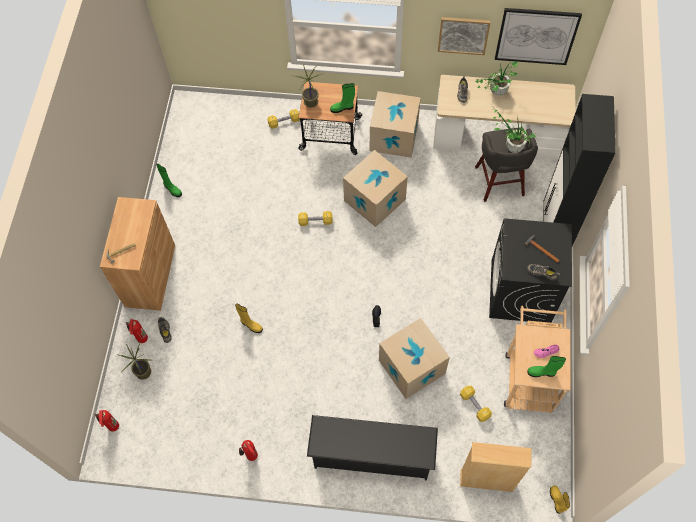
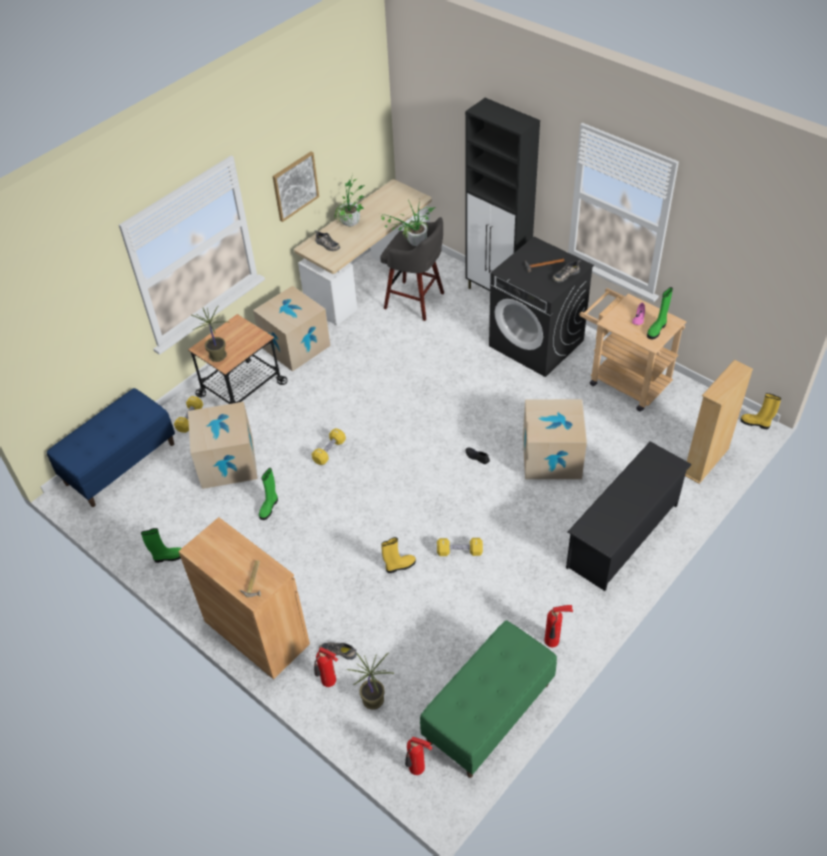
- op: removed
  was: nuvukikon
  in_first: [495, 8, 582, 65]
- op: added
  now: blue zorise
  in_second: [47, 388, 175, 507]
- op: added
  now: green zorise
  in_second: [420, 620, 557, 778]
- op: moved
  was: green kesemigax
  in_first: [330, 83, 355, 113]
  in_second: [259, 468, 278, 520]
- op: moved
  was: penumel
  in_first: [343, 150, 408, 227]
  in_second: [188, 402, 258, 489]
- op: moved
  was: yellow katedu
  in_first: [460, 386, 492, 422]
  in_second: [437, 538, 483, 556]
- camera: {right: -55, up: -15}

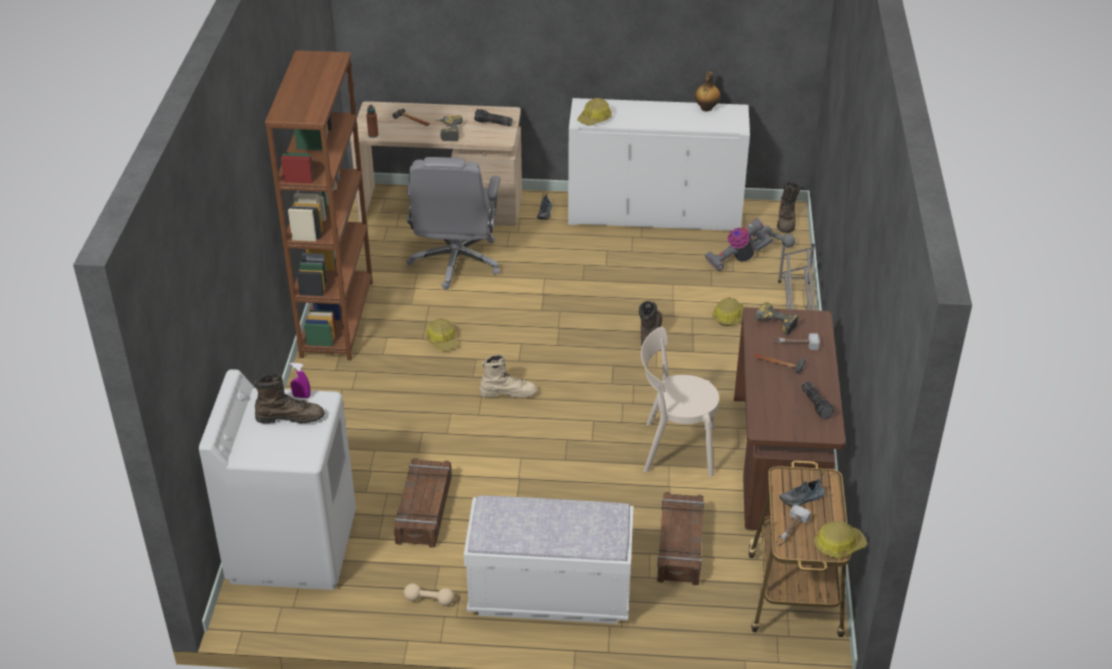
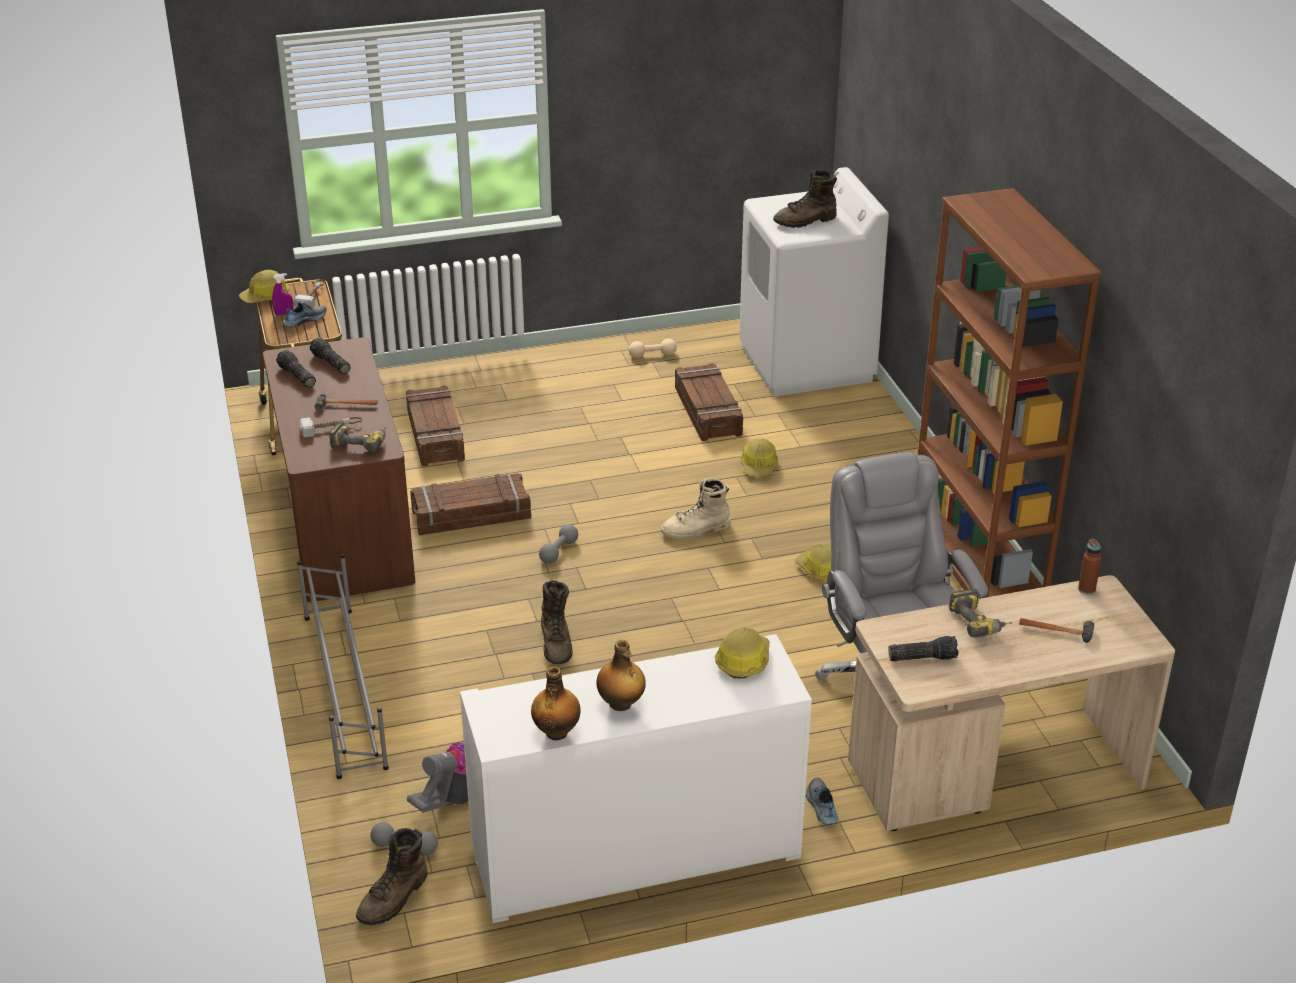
- op: removed
  was: white zorise
  in_first: [464, 496, 634, 624]
- op: added
  now: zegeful
  in_second: [310, 338, 351, 374]
- op: added
  now: grey katedu
  in_second: [539, 525, 578, 564]
- op: added
  now: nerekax
  in_second: [596, 640, 646, 711]
- op: moved
  was: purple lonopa
  in_first: [290, 363, 311, 398]
  in_second: [272, 273, 293, 315]
- op: moved
  was: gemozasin
  in_first: [712, 297, 744, 326]
  in_second: [741, 438, 778, 477]
- op: replaced
  was: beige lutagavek
  now: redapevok
  in_first: [641, 327, 719, 476]
  in_second: [410, 473, 531, 535]
- op: turned
  was: brown kesemigax
  in_first: [777, 182, 800, 233]
  in_second: [356, 828, 427, 925]
  clockwise: -135
- camera: {right: 160, up: -5}

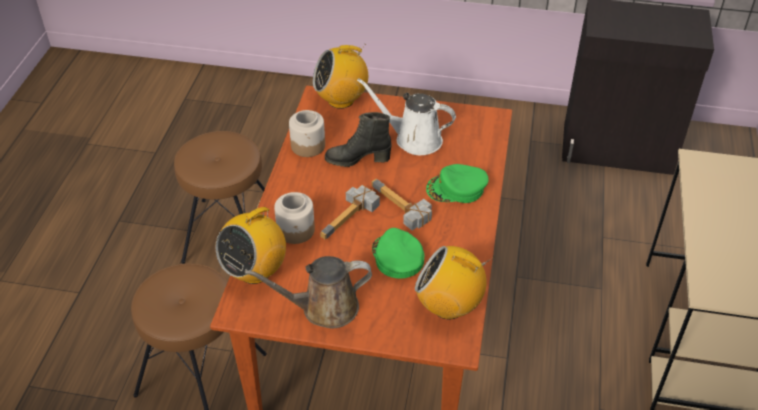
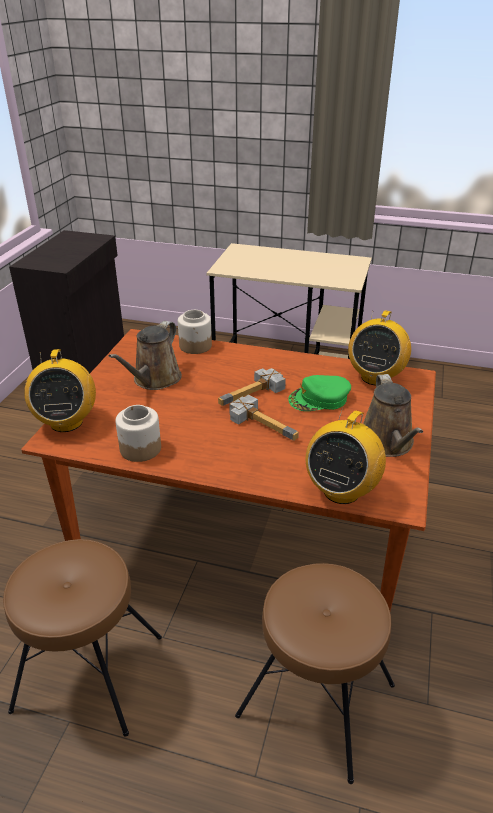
- op: removed
  was: black kesemigax
  in_first: [325, 112, 392, 167]
- op: removed
  was: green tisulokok
  in_first: [426, 164, 489, 203]
- op: moved
  was: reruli
  in_first: [274, 192, 315, 244]
  in_second: [178, 310, 212, 354]
- op: recoloured
  was: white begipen
  now: brown begipen
  in_first: [357, 78, 456, 155]
  in_second: [109, 321, 182, 390]
- op: turned
  was: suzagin
  in_first: [216, 199, 286, 284]
  in_second: [306, 406, 386, 504]
  clockwise: 75
- camera: {right: -85, up: -10}

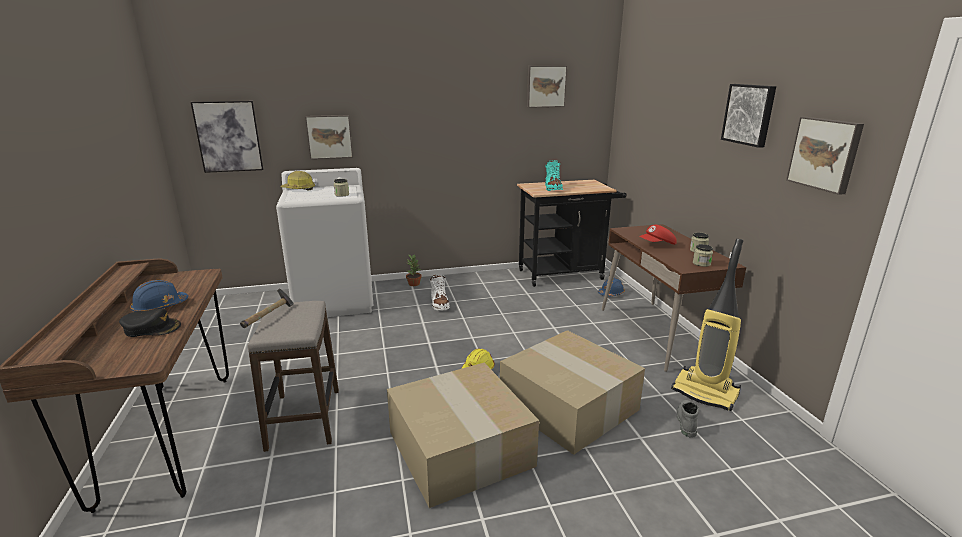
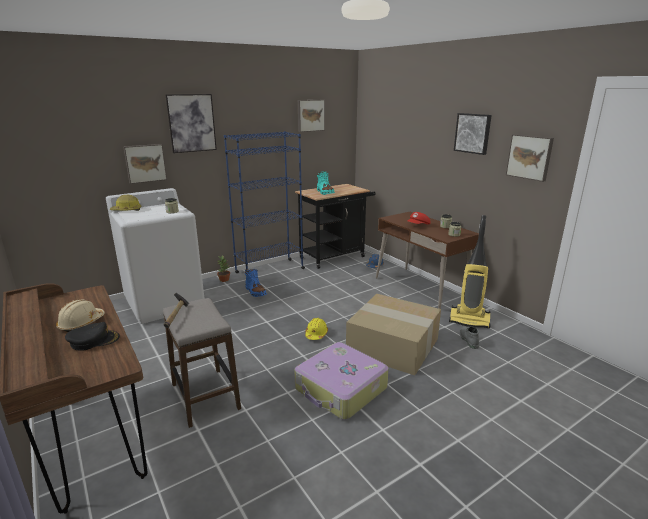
- op: added
  now: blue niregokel
  in_second: [224, 131, 305, 273]
- op: moved
  was: nuvukikon
  in_first: [191, 101, 264, 173]
  in_second: [165, 94, 217, 153]
- op: replaced
  was: penumel
  now: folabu
  in_first: [387, 362, 539, 508]
  in_second: [294, 342, 389, 420]
- op: recoloured
  was: blue gemozasin
  now: beige gemozasin
  in_first: [130, 280, 189, 312]
  in_second: [56, 300, 105, 332]
- op: recoloured
  was: white kesemigax
  now: blue kesemigax
  in_first: [430, 274, 450, 310]
  in_second: [245, 269, 267, 297]
- camera: {right: -20, up: 0}

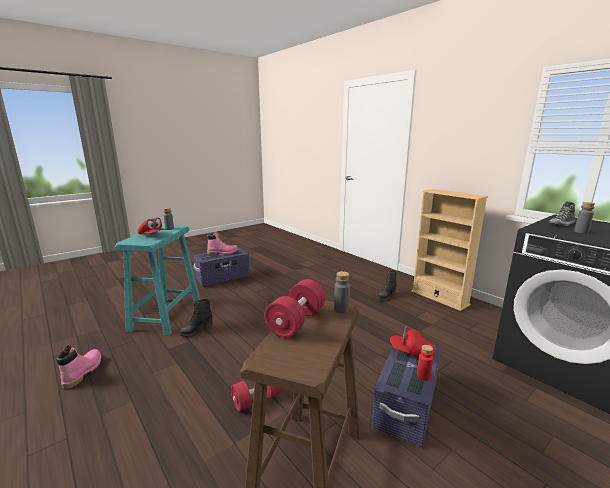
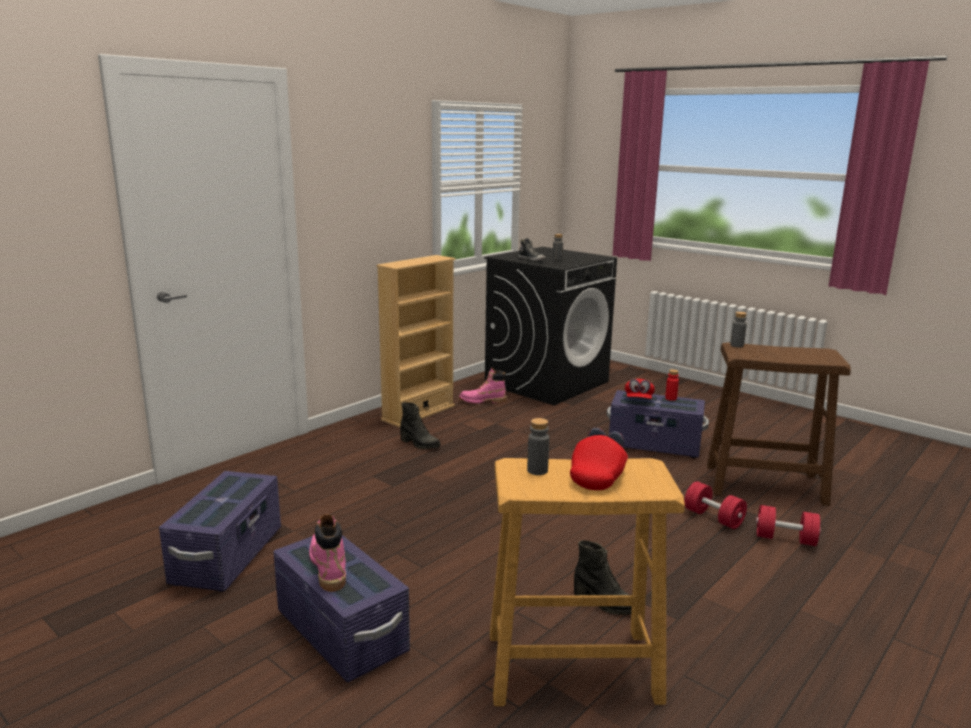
- op: added
  now: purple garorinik
  in_second: [159, 471, 281, 592]
- op: moved
  was: pink kesemigax
  in_first: [56, 345, 102, 389]
  in_second: [459, 368, 507, 404]
- op: moved
  was: red katedu
  in_first: [264, 279, 325, 338]
  in_second: [756, 505, 821, 546]
- op: recoloured
  was: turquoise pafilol
  now: beige pafilol
  in_first: [115, 225, 200, 336]
  in_second: [490, 458, 685, 706]
- camera: {right: -100, up: 0}

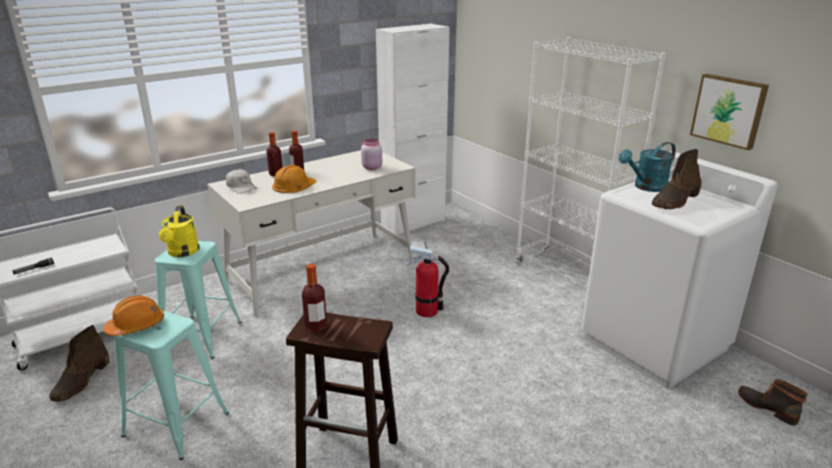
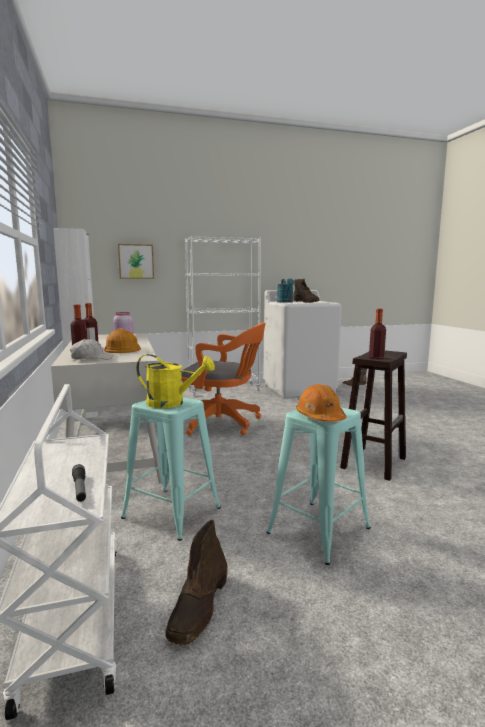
- op: moved
  was: nuvukikon
  in_first: [690, 74, 769, 150]
  in_second: [118, 244, 154, 279]
- op: replaced
  was: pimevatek
  now: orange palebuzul
  in_first: [407, 240, 449, 317]
  in_second: [181, 322, 266, 435]
- op: turned
  was: brown kesemigax
  in_first: [49, 325, 109, 402]
  in_second: [165, 519, 228, 645]
  clockwise: 75
- camera: {right: -70, up: -15}

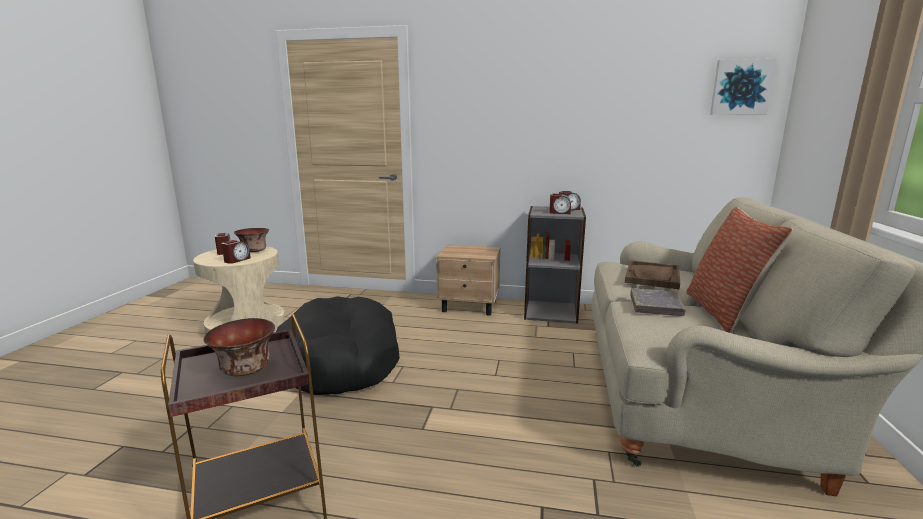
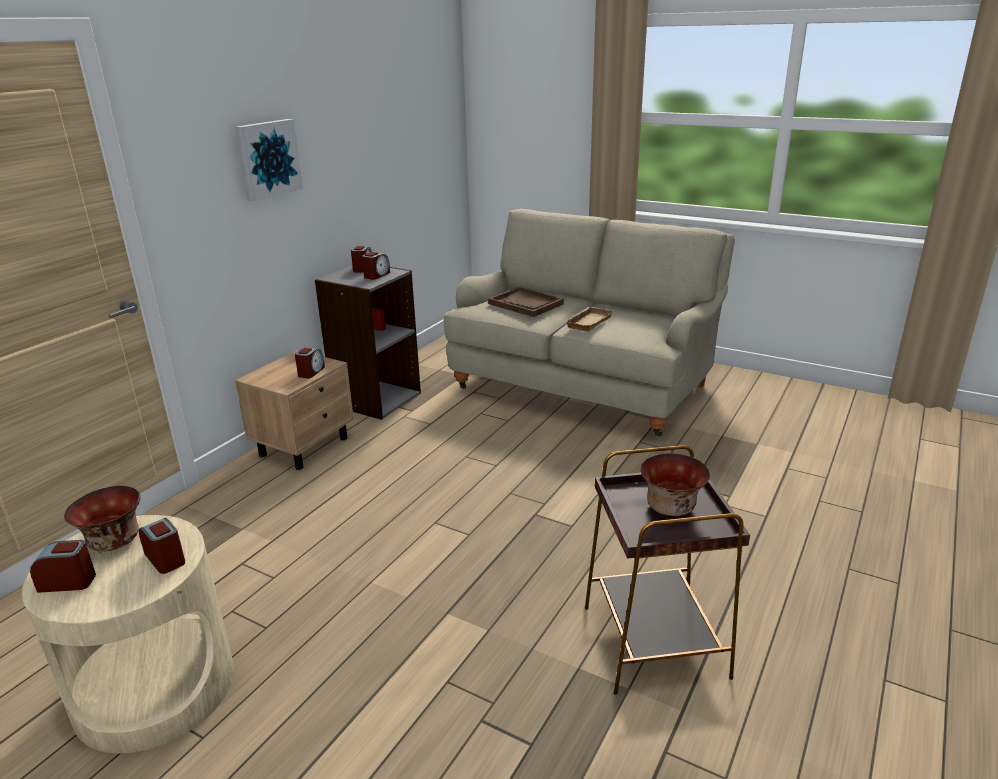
- op: removed
  was: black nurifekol
  in_first: [276, 296, 400, 395]
- op: removed
  was: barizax
  in_first: [686, 207, 793, 333]
- op: added
  now: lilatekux
  in_second: [295, 347, 325, 378]
- op: moved
  was: nuvukikon
  in_first: [710, 59, 777, 114]
  in_second: [235, 119, 303, 201]
- op: replaced
  was: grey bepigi
  now: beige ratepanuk
  in_first: [630, 288, 686, 316]
  in_second: [565, 307, 614, 332]
- camera: {right: -70, up: 10}

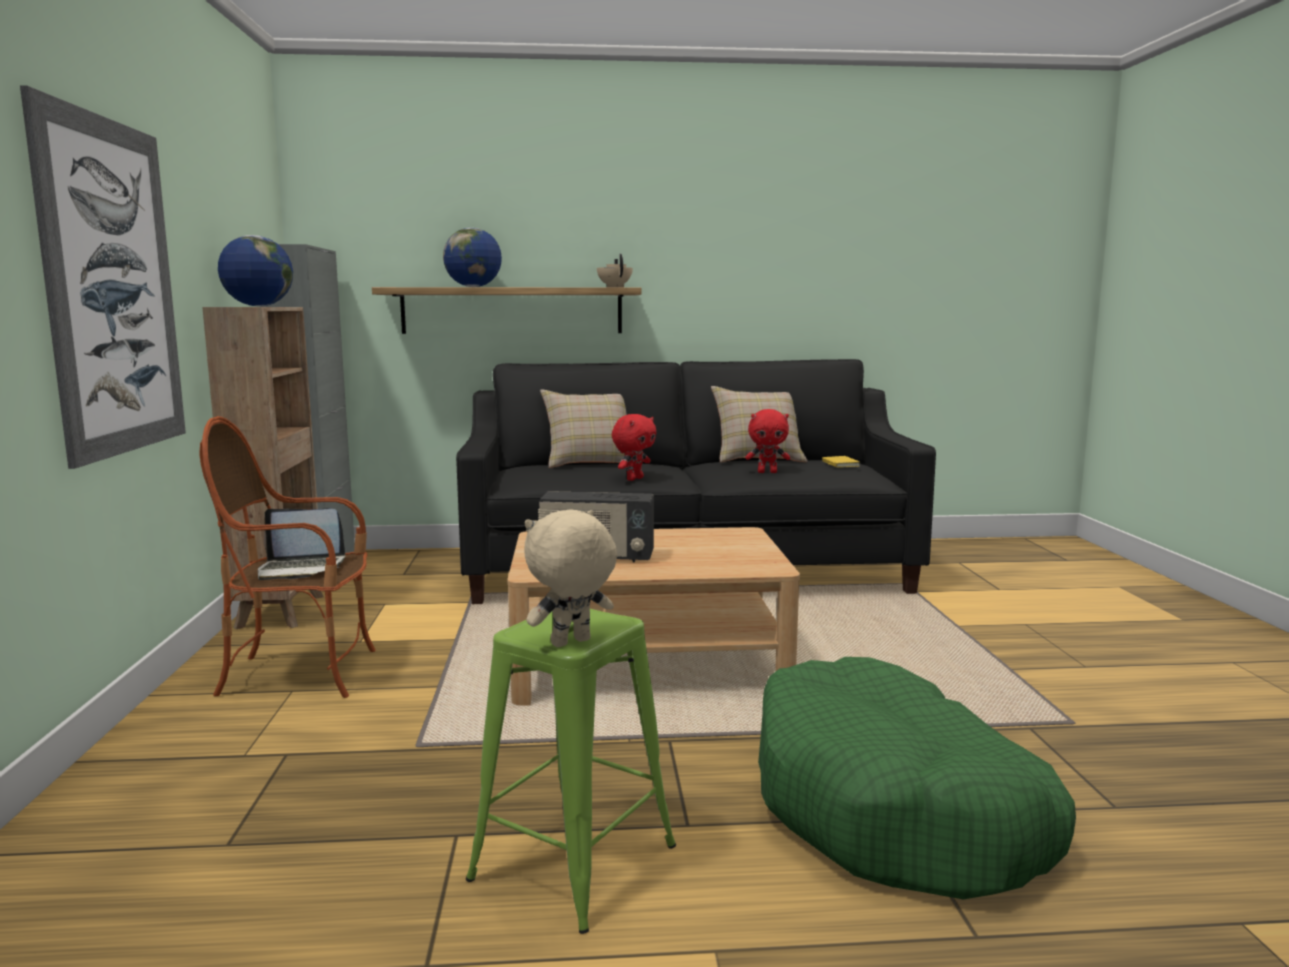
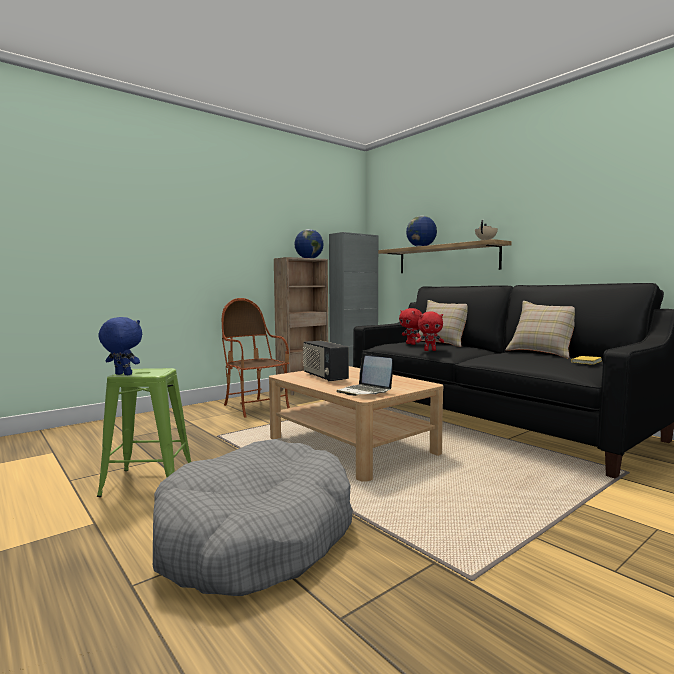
- op: removed
  was: nuvukikon
  in_first: [20, 85, 186, 469]
- op: moved
  was: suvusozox
  in_first: [258, 509, 345, 580]
  in_second: [337, 353, 393, 396]
- op: moved
  was: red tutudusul
  in_first: [745, 409, 790, 473]
  in_second: [399, 308, 422, 345]
- op: recoloured
  was: beige tutudusul
  now: blue tutudusul
  in_first: [524, 509, 617, 647]
  in_second: [98, 317, 142, 375]
- op: recoloured
  was: green nurifekol
  now: grey nurifekol
  in_first: [758, 657, 1076, 899]
  in_second: [153, 439, 353, 596]
- camera: {right: 55, up: -5}

